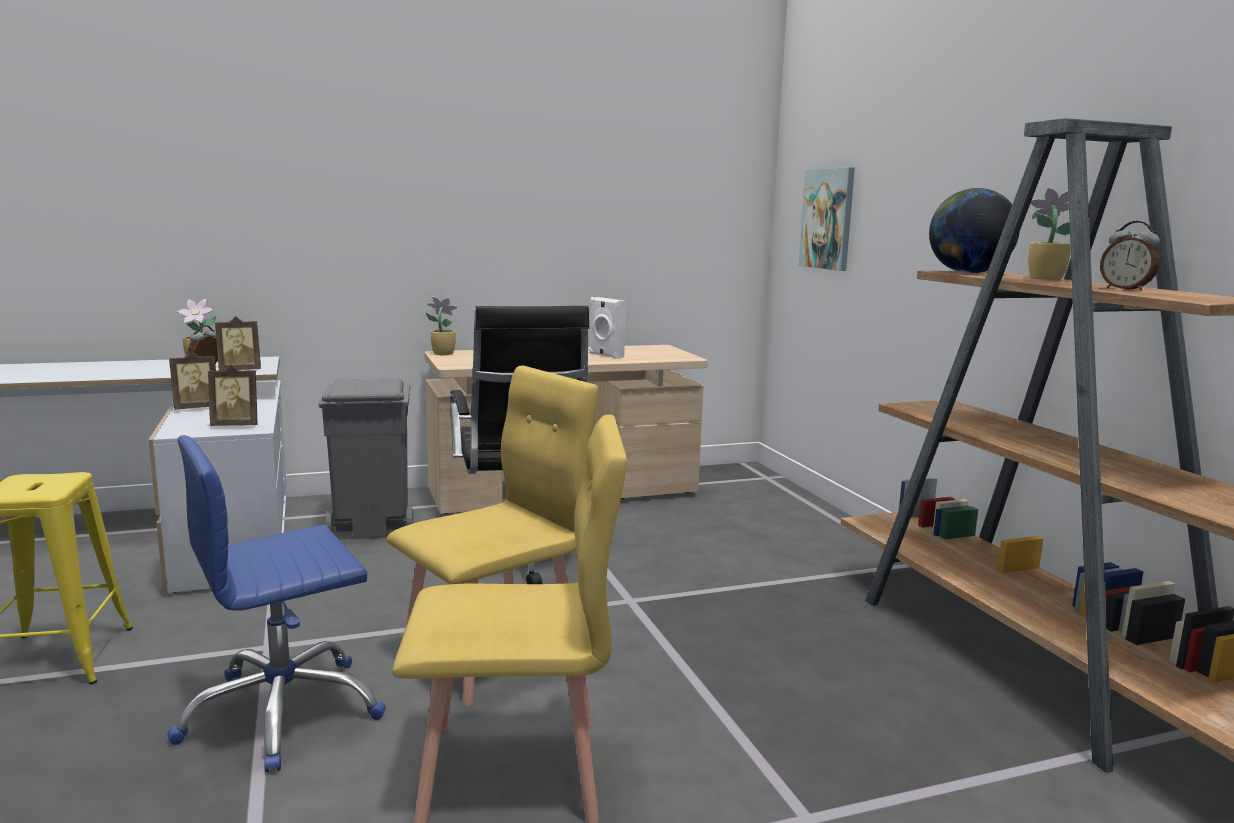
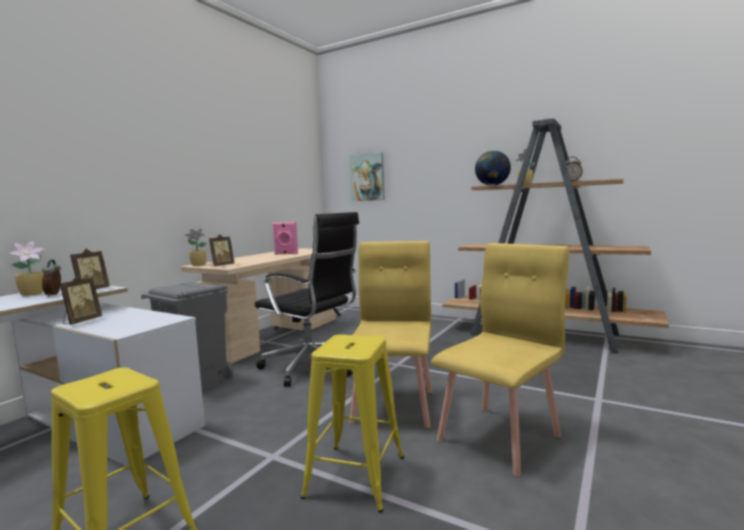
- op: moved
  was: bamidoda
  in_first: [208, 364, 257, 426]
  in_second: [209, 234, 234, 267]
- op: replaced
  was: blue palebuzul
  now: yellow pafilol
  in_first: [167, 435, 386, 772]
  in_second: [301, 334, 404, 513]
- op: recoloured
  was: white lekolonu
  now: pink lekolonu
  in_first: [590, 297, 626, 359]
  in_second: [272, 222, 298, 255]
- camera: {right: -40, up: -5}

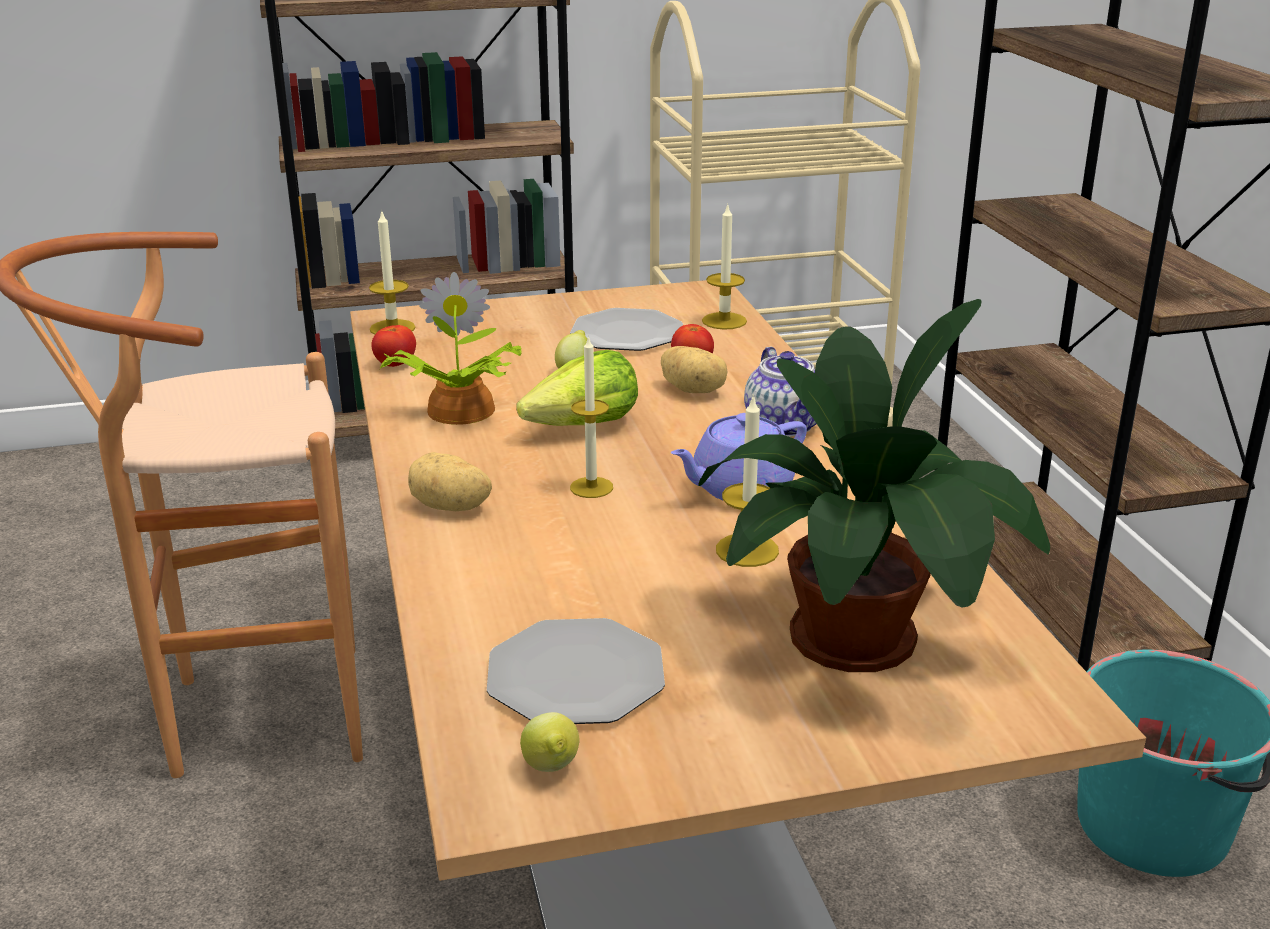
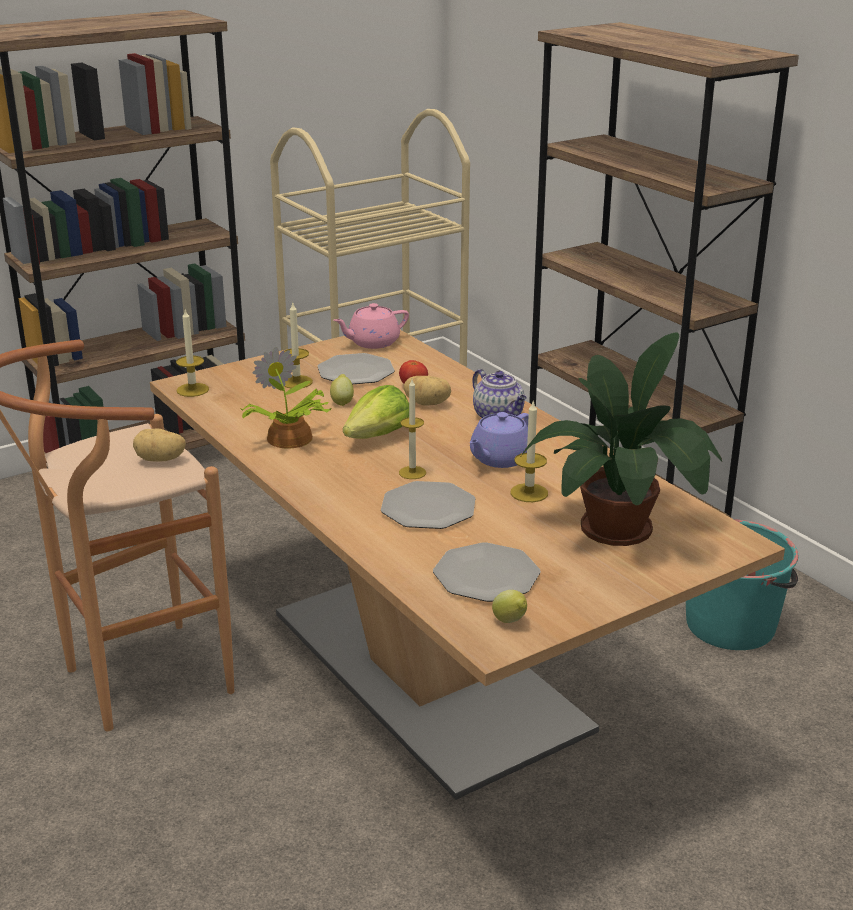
- op: removed
  was: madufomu
  in_first: [371, 325, 416, 367]
- op: added
  now: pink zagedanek
  in_second: [333, 303, 409, 349]
- op: added
  now: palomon
  in_second: [381, 481, 475, 529]
- op: moved
  was: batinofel
  in_first: [408, 452, 492, 511]
  in_second: [133, 428, 186, 461]
- op: moved
  was: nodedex
  in_first: [702, 203, 747, 330]
  in_second: [284, 301, 313, 388]
- camera: {right: -20, up: 0}

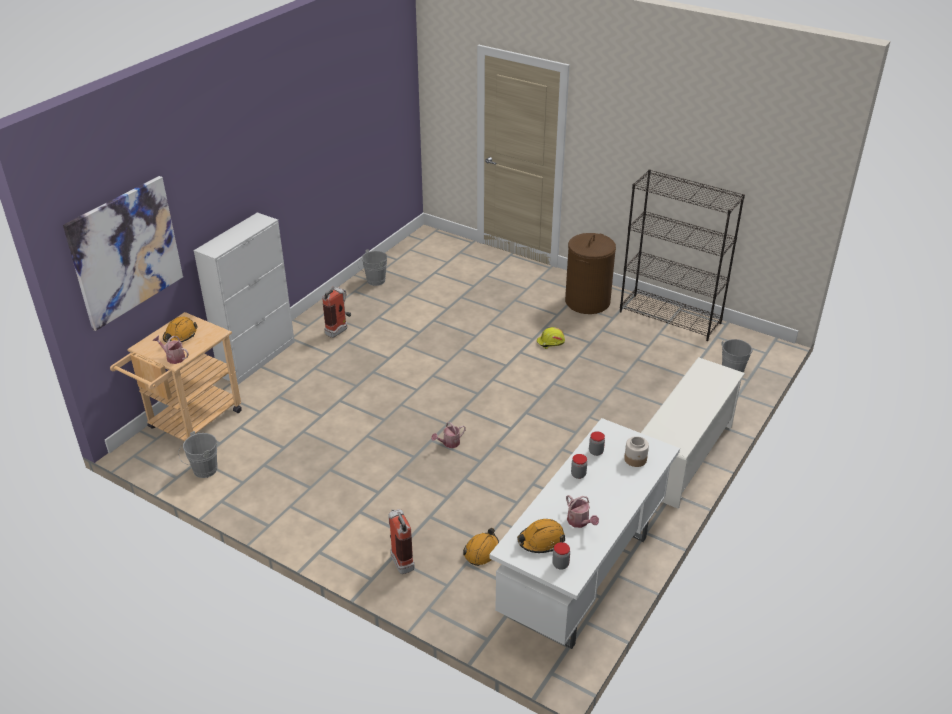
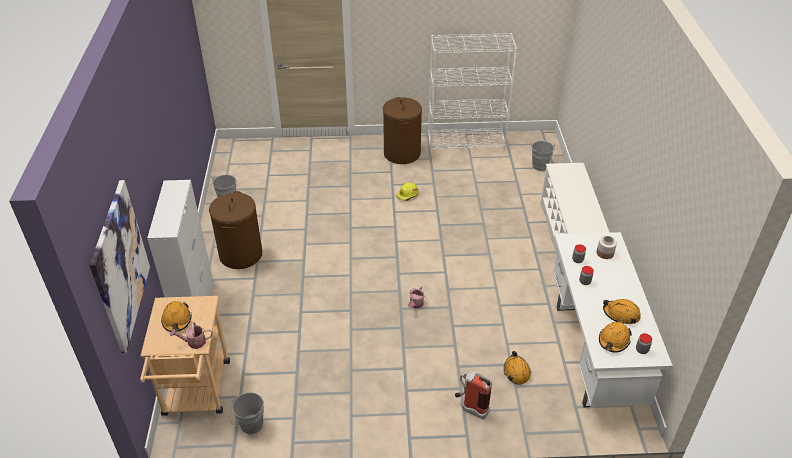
- op: replaced
  was: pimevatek
  now: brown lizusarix
  in_first: [322, 286, 351, 338]
  in_second: [209, 191, 262, 269]
- op: replaced
  was: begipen
  now: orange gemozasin
  in_first: [566, 495, 599, 528]
  in_second: [603, 299, 641, 324]
- op: recoloured
  was: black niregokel
  now: white niregokel
  in_first: [620, 169, 745, 341]
  in_second: [428, 33, 517, 152]
- camera: {right: -35, up: 5}

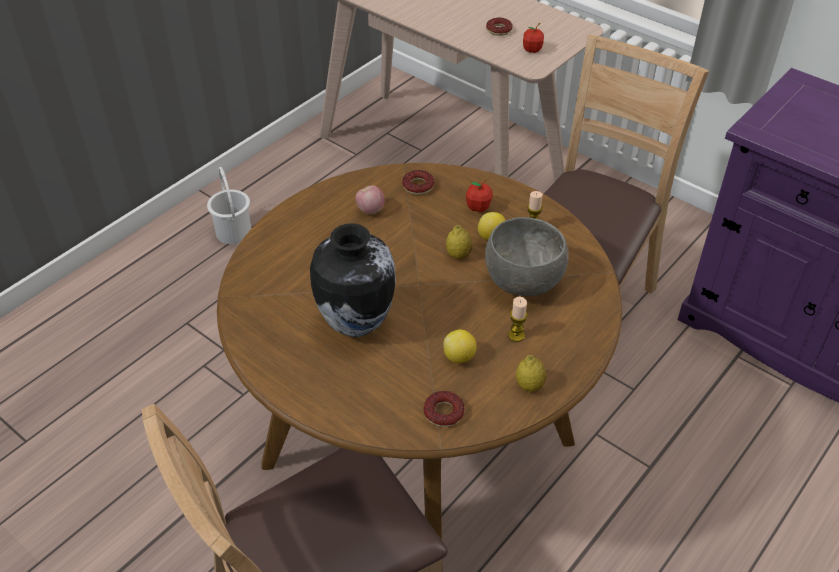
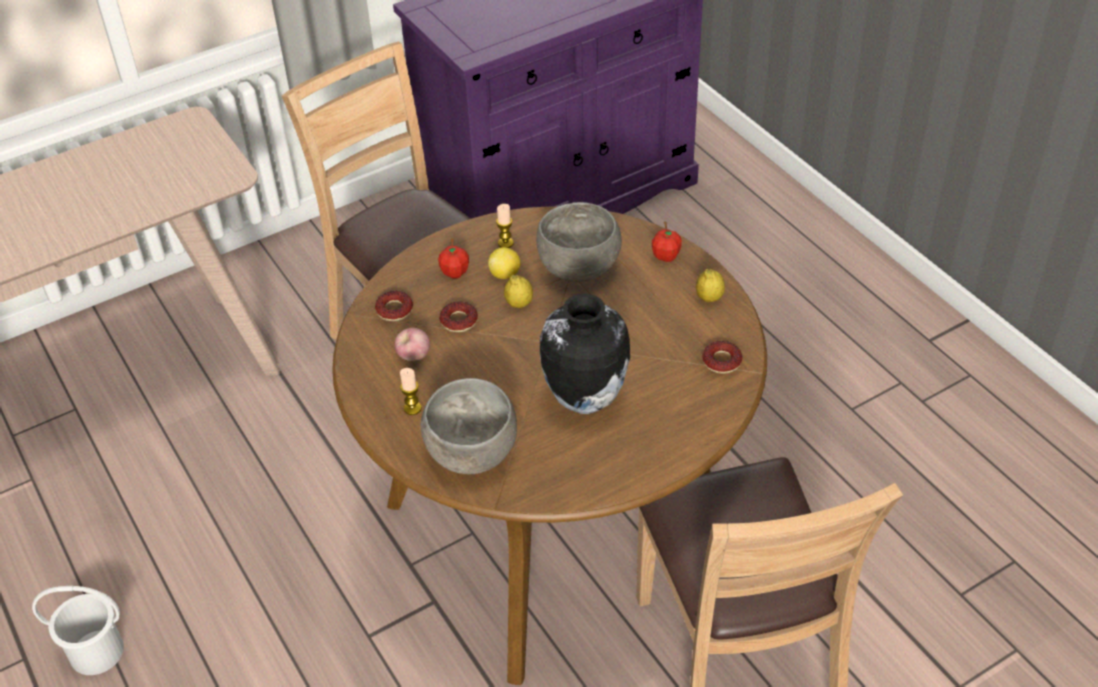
- op: removed
  was: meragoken
  in_first: [443, 330, 477, 363]
- op: added
  now: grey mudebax
  in_second: [421, 378, 517, 474]
- op: moved
  was: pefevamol
  in_first: [486, 18, 512, 36]
  in_second: [439, 302, 478, 332]
- op: moved
  was: nodedex
  in_first: [508, 297, 527, 342]
  in_second: [400, 368, 422, 415]
- op: moved
  was: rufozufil
  in_first: [523, 23, 544, 53]
  in_second: [652, 221, 682, 262]
- camera: {right: -70, up: 0}

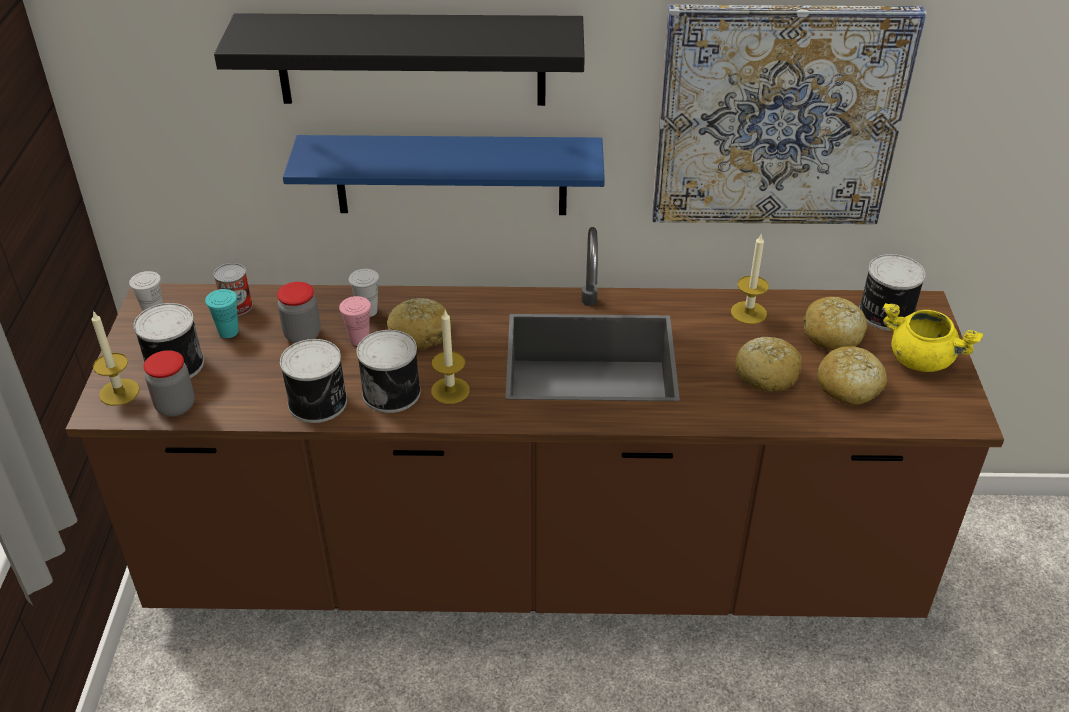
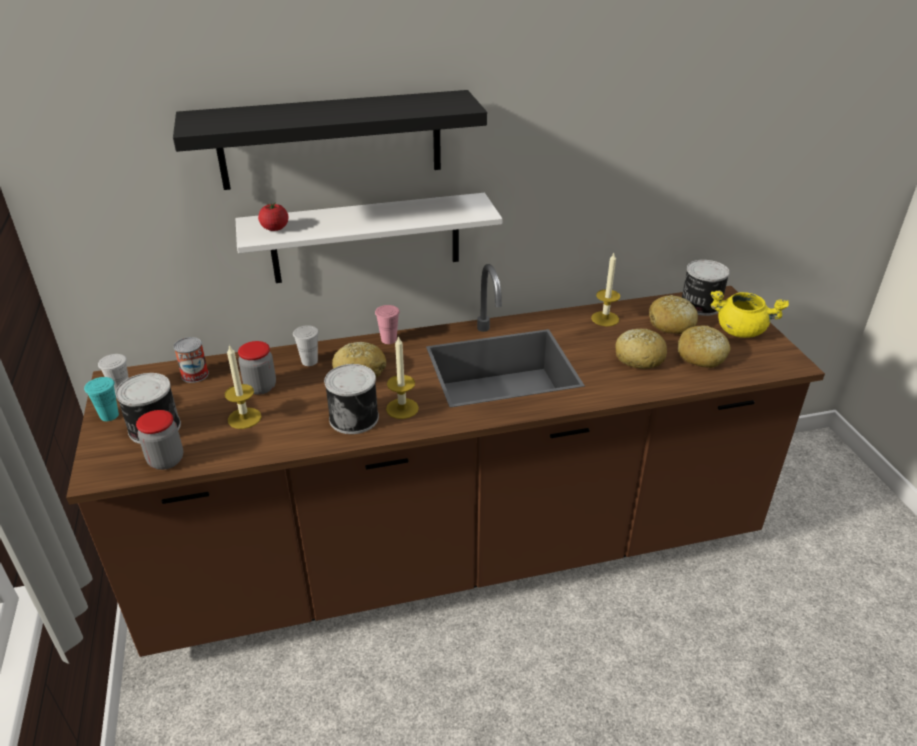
- op: removed
  was: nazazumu
  in_first: [280, 339, 347, 423]
- op: removed
  was: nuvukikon
  in_first: [652, 4, 926, 224]
- op: added
  now: madufomu
  in_second: [258, 203, 289, 231]
- op: moved
  was: nodedex
  in_first: [91, 310, 140, 406]
  in_second: [225, 345, 261, 429]
- op: moved
  was: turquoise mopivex
  in_first: [205, 289, 238, 338]
  in_second: [84, 377, 119, 421]
- op: moved
  was: pink mopivex
  in_first: [339, 296, 371, 346]
  in_second: [375, 305, 400, 344]
- op: recoloured
  was: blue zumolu
  now: white zumolu
  in_first: [283, 135, 605, 215]
  in_second: [236, 193, 502, 283]
- camera: {right: -15, up: -5}

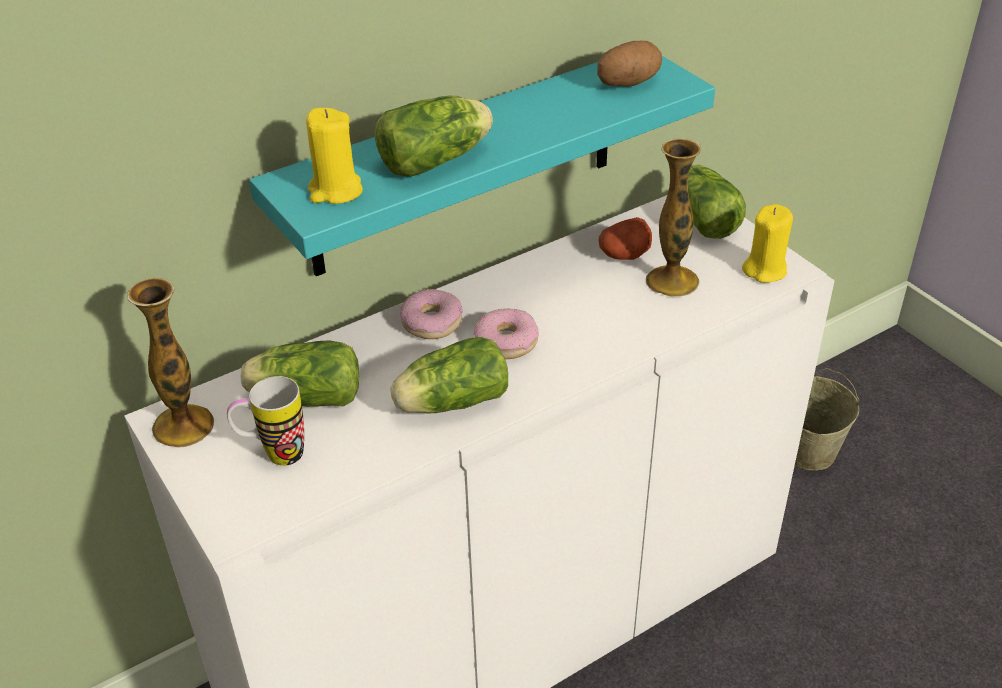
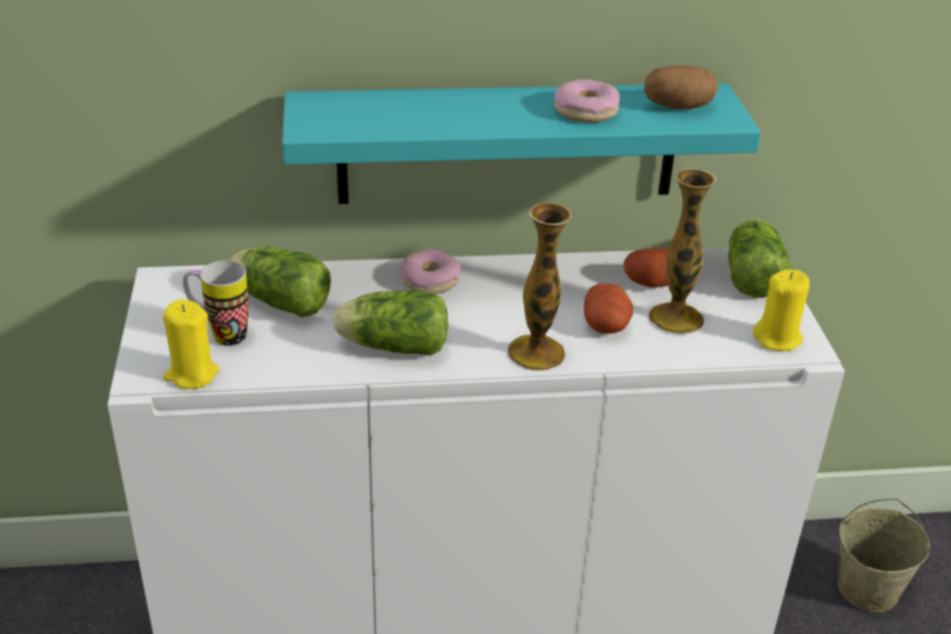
- op: removed
  was: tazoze
  in_first: [374, 96, 493, 177]
- op: added
  now: batinofel
  in_second: [584, 283, 633, 334]
- op: moved
  was: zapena
  in_first: [127, 278, 214, 448]
  in_second: [508, 203, 572, 371]
- op: moved
  was: yellow nodedex
  in_first: [306, 108, 363, 204]
  in_second: [163, 299, 219, 389]
- op: moved
  was: pefevamol
  in_first: [474, 308, 539, 359]
  in_second: [554, 79, 620, 122]
- camera: {right: 25, up: -5}

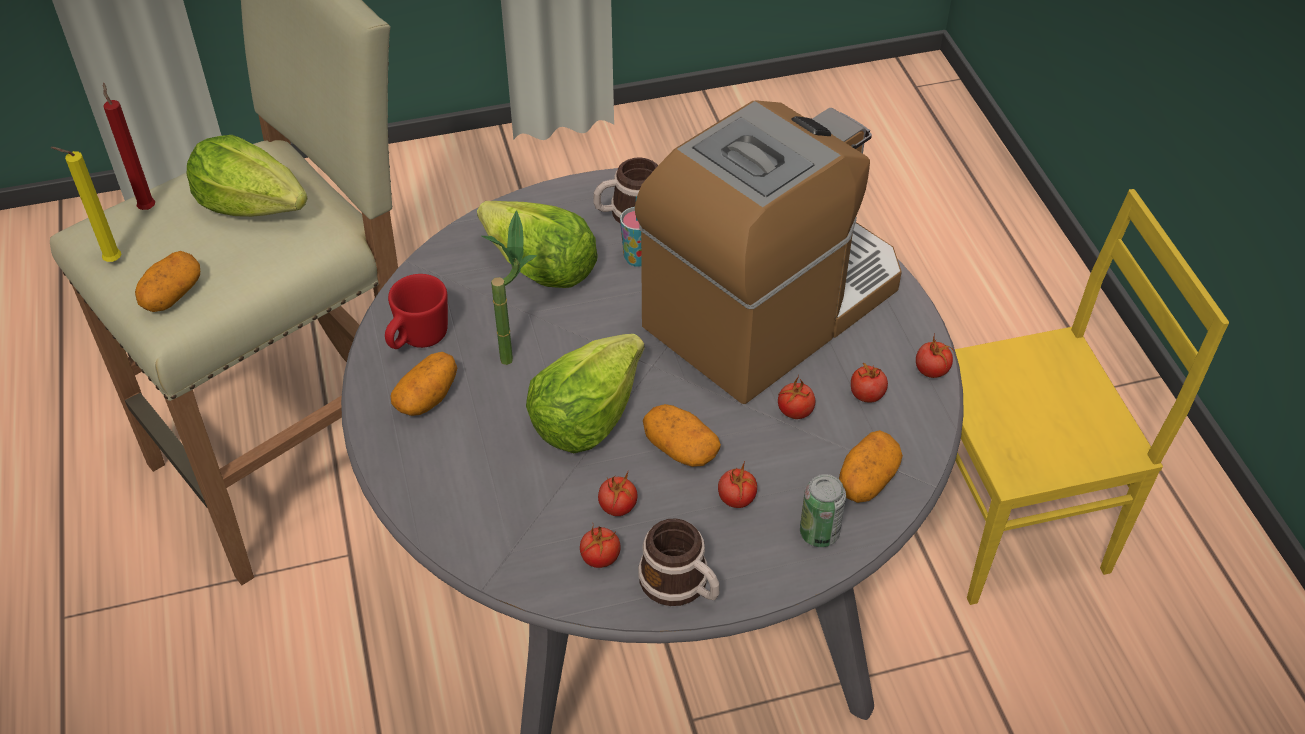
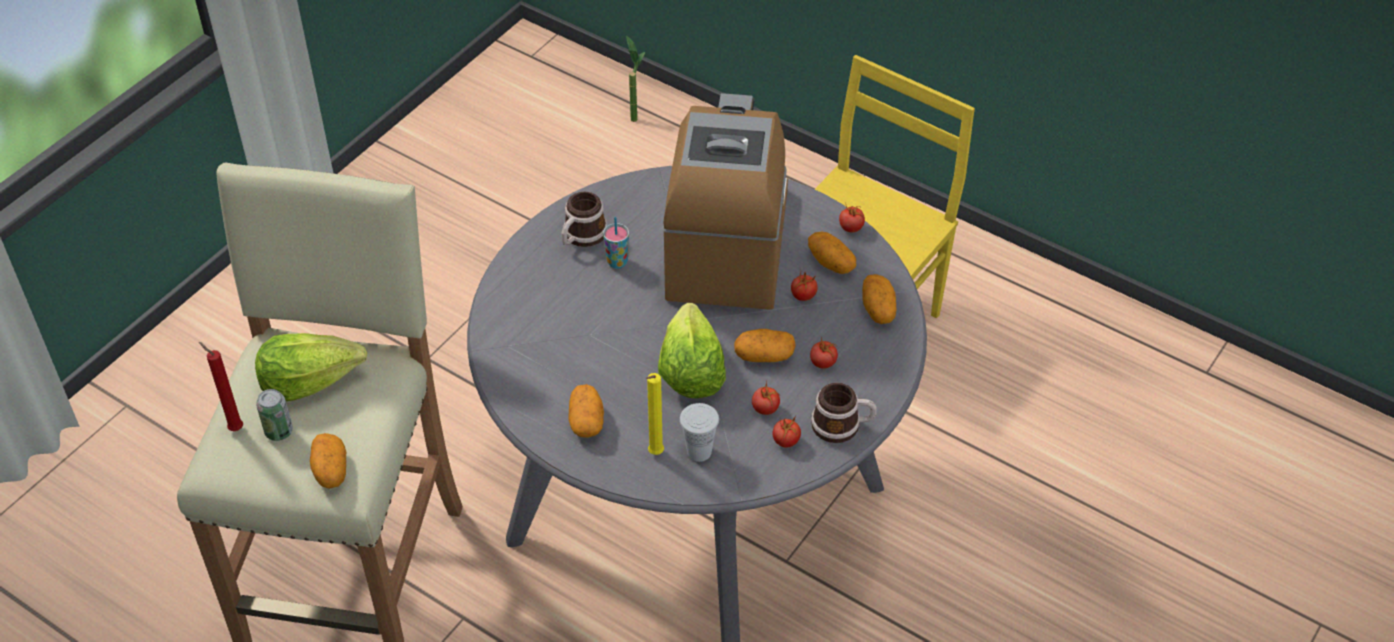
- op: removed
  was: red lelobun
  in_first: [385, 274, 448, 349]
- op: removed
  was: tazoze
  in_first: [477, 201, 598, 288]
- op: added
  now: white mopivex
  in_second: [680, 403, 719, 462]
- op: moved
  was: yellow nodedex
  in_first: [50, 147, 121, 262]
  in_second: [646, 373, 664, 455]
- op: moved
  was: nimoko
  in_first: [482, 211, 537, 365]
  in_second: [626, 35, 645, 122]
- op: moved
  was: nazazumu
  in_first: [800, 474, 846, 547]
  in_second: [256, 389, 293, 441]
- op: replaced
  was: madufomu
  now: batinofel
  in_first: [851, 363, 888, 403]
  in_second: [808, 231, 856, 274]
- camera: {right: -40, up: 0}

